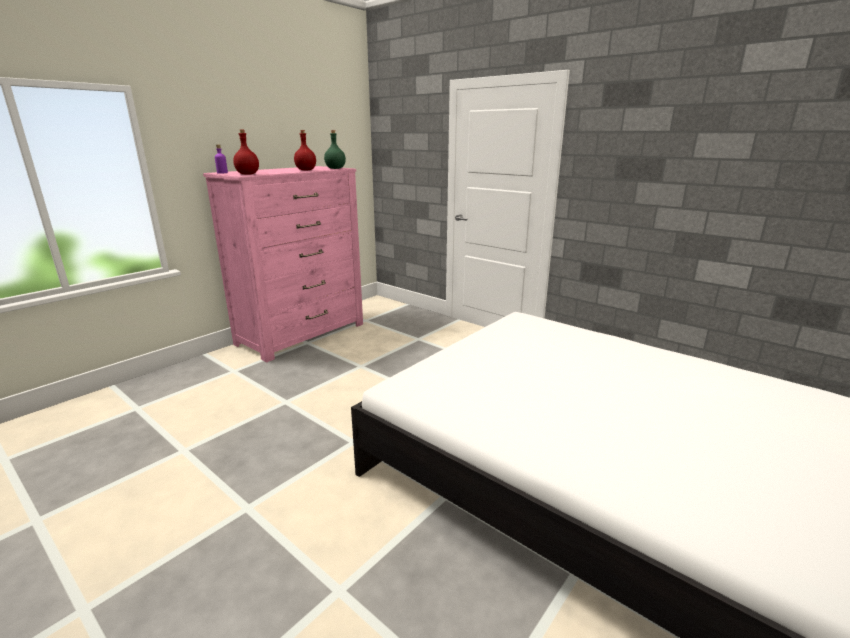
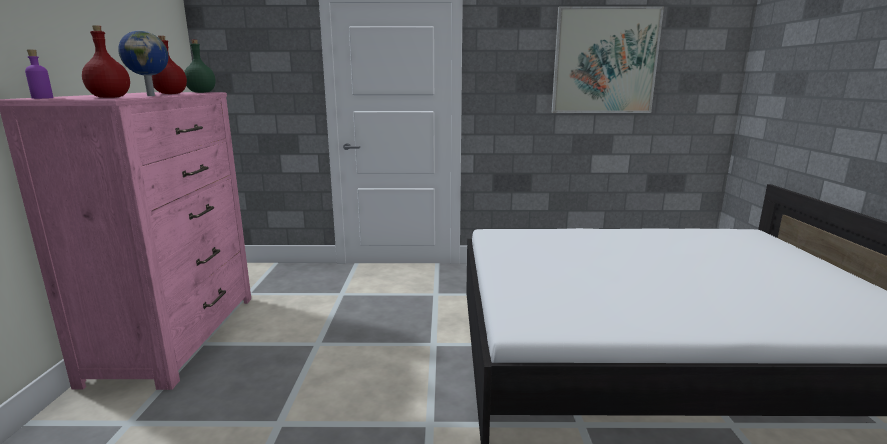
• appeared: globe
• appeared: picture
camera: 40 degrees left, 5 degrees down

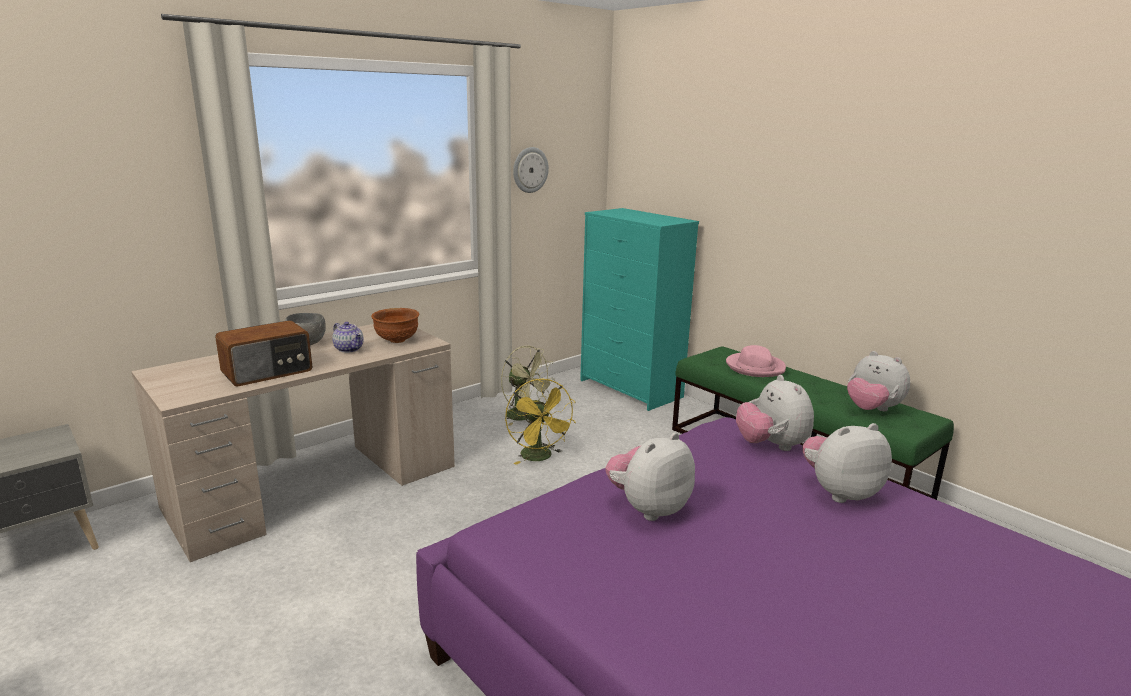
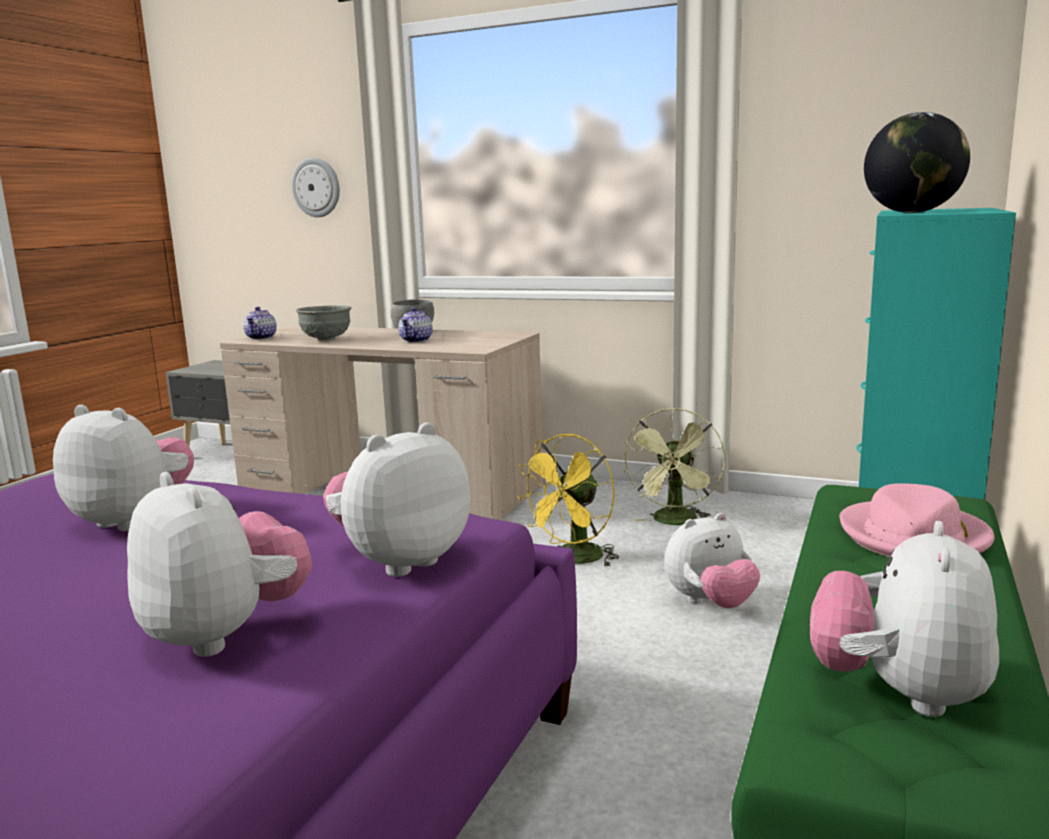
• exchanged: radio to bowl in grey (no. 1 from left)
• missing: bowl in brown
• relocated: wall clock
• appeared: teapot (no. 1 from left)
• appeared: plush toy (no. 4 from left)
• appeared: globe
camera: 65 degrees right, 5 degrees down

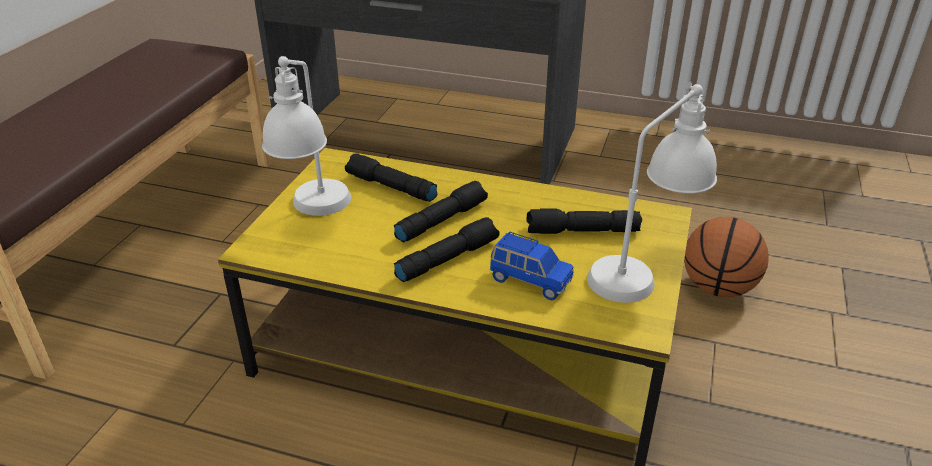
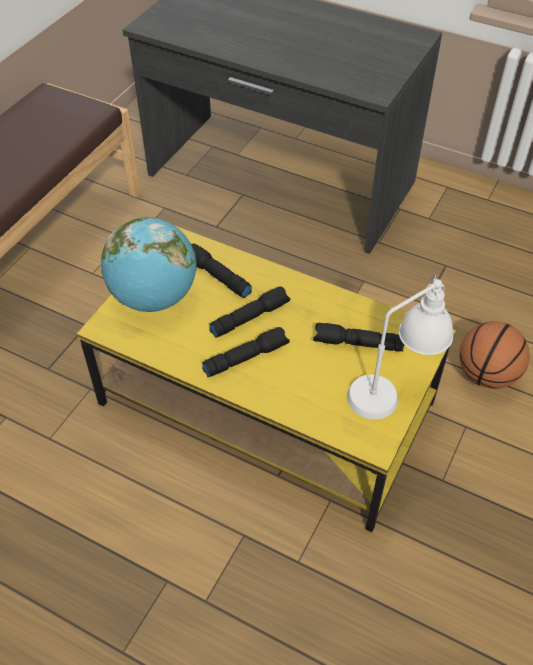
• exchanged: table lamp in white (no. 1 from left) to globe
• missing: toy car in blue
camera: 10 degrees right, 15 degrees up

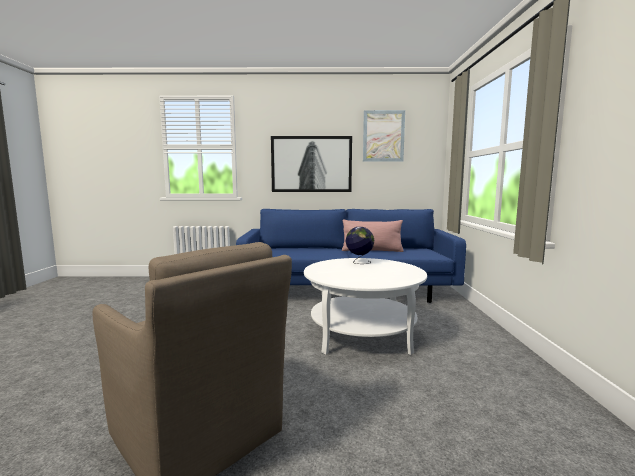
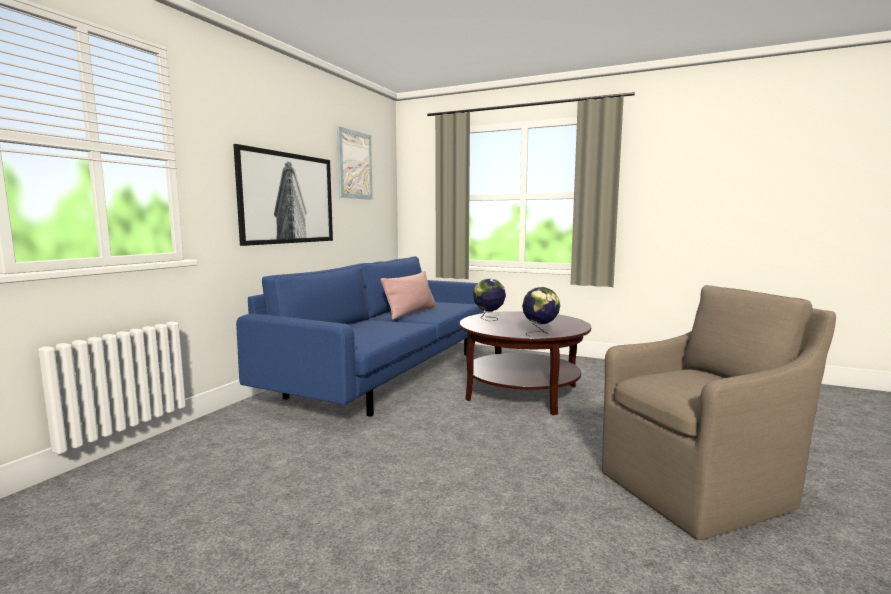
• colour: coffee table in white to coffee table in brown
• appeared: globe (no. 2 from left)
camera: 65 degrees left, 0 degrees up

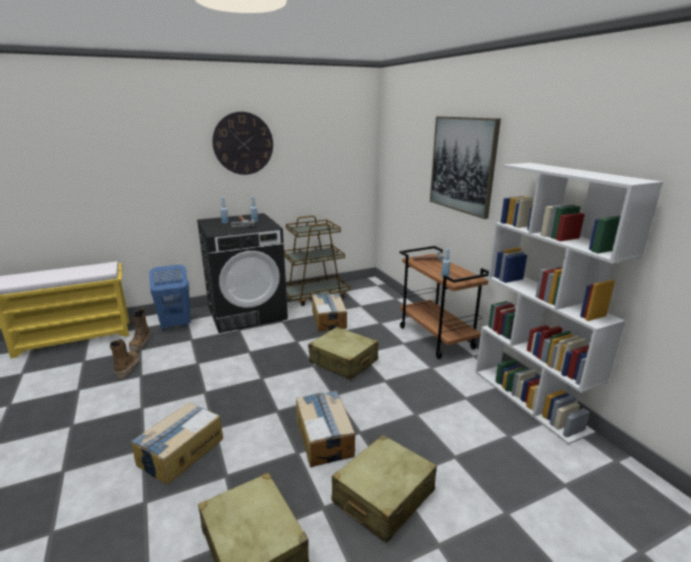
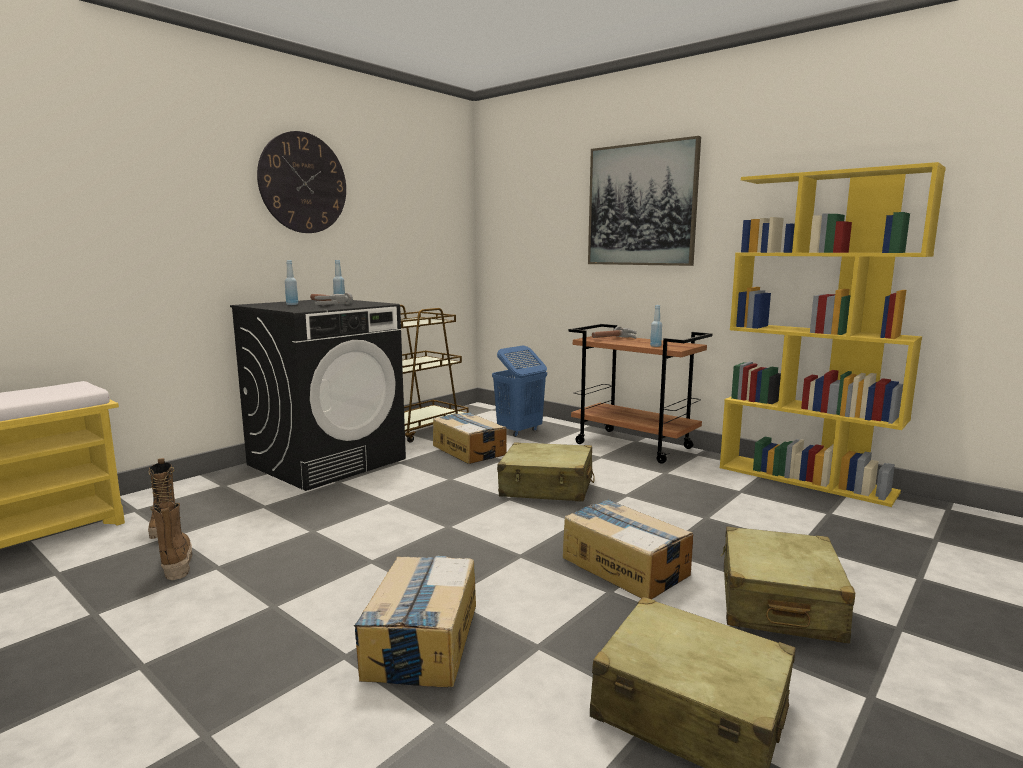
• relocated: laundry basket in blue
• colour: bookcase in white to bookcase in yellow
camera: 25 degrees left, 10 degrees down

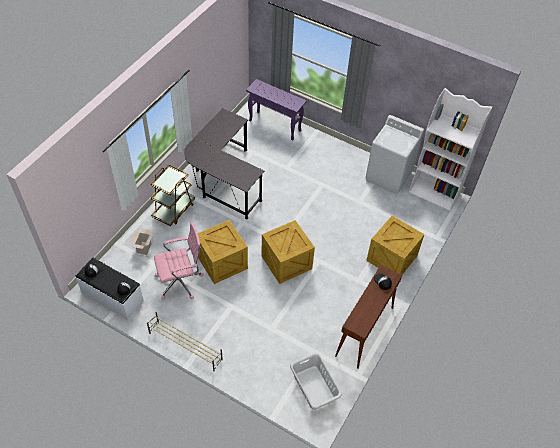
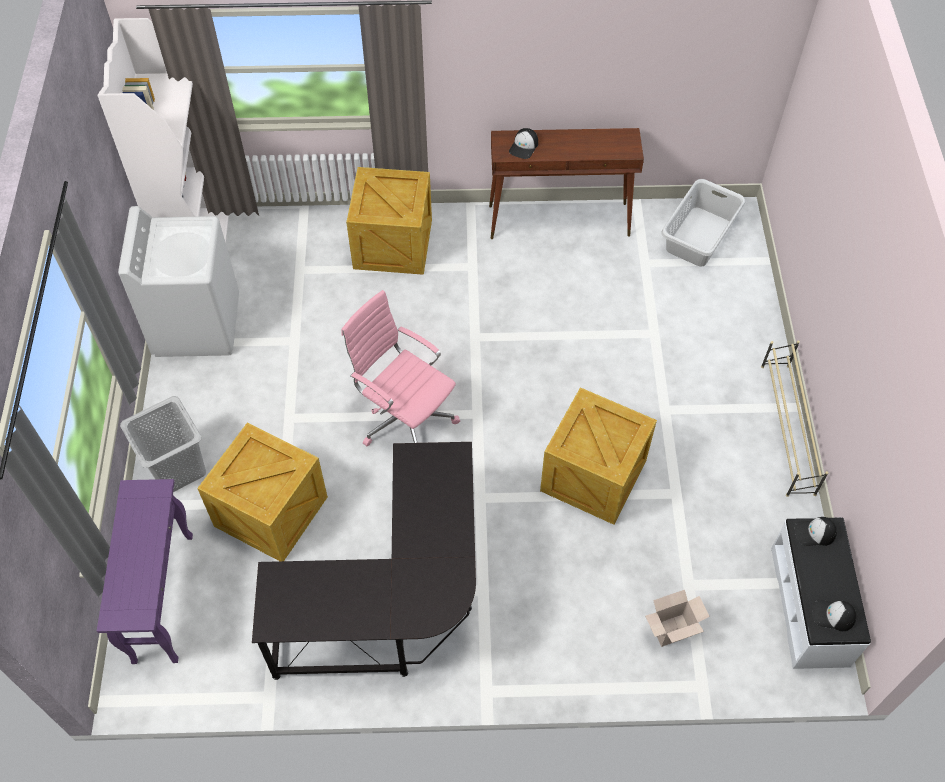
• missing: cart in brown
• relocated: office chair in pink
• relocated: crate (no. 2 from left in the first image) to crate (no. 1 from left)
• appeared: laundry basket in grey (no. 1 from left)
camera: 120 degrees left, 5 degrees up

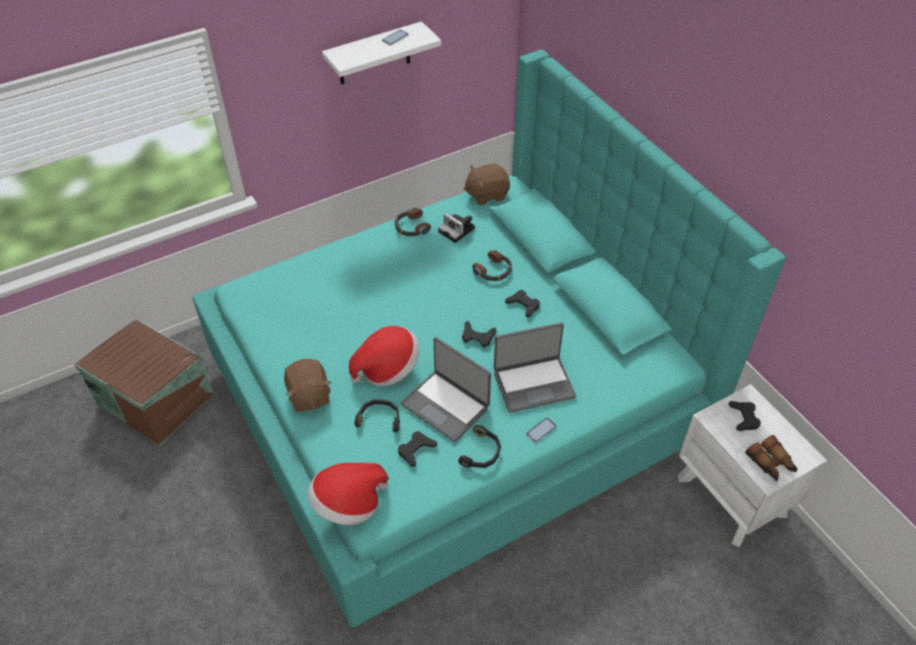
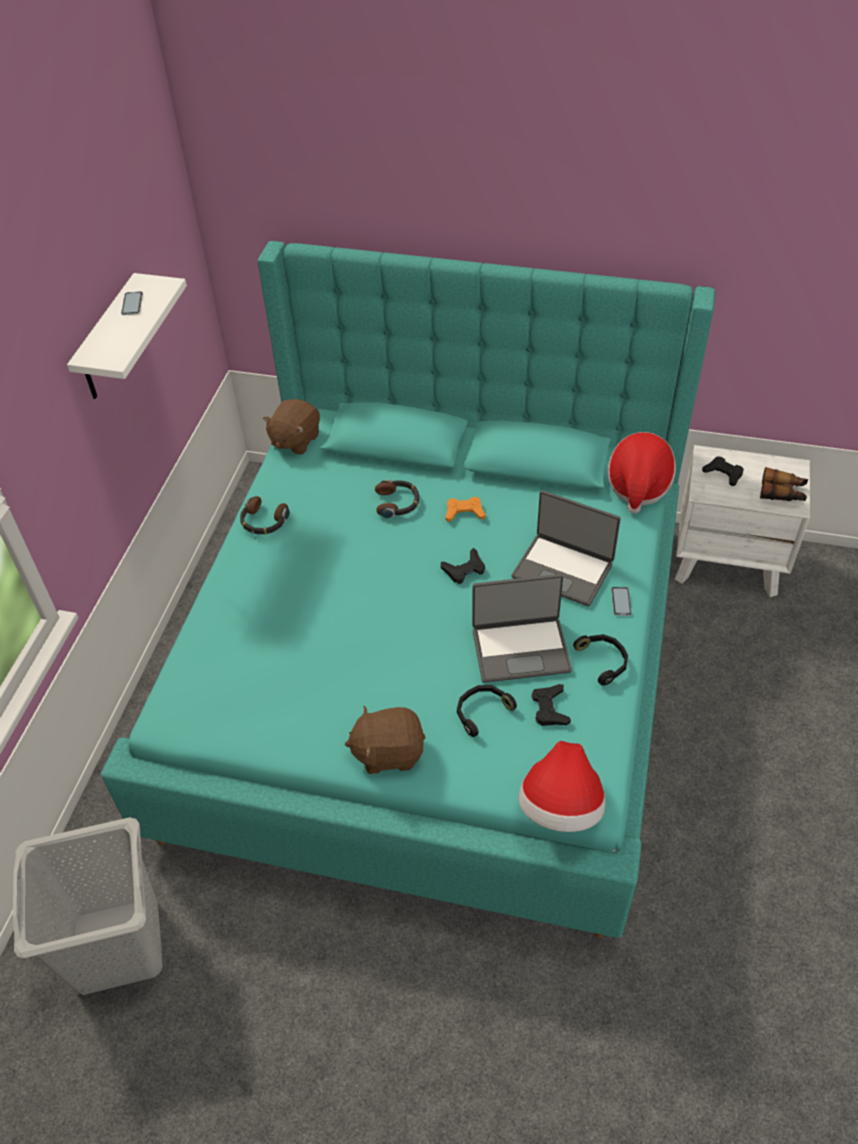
• exchanged: storage box in brown to laundry basket in grey
• spun: plush toy in brown (no. 1 from left in the first image) 150 degrees clockwise
• relocated: hat (no. 2 from left)
• missing: photo camera
• spun: laptop (no. 2 from left) 90 degrees clockwise
• colour: game controller in black (no. 3 from left) to game controller in orange
camera: 45 degrees left, 0 degrees up

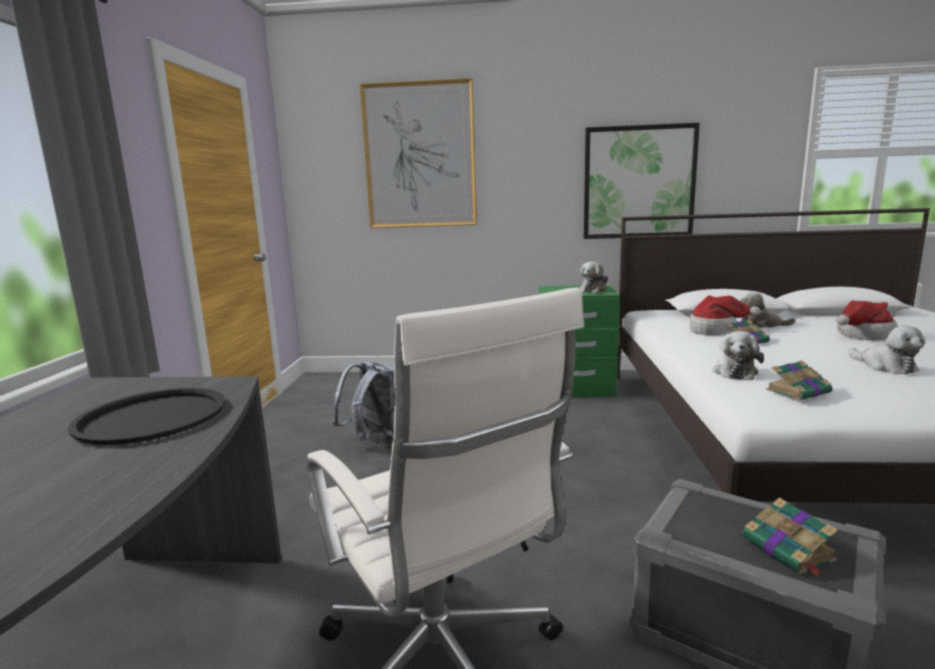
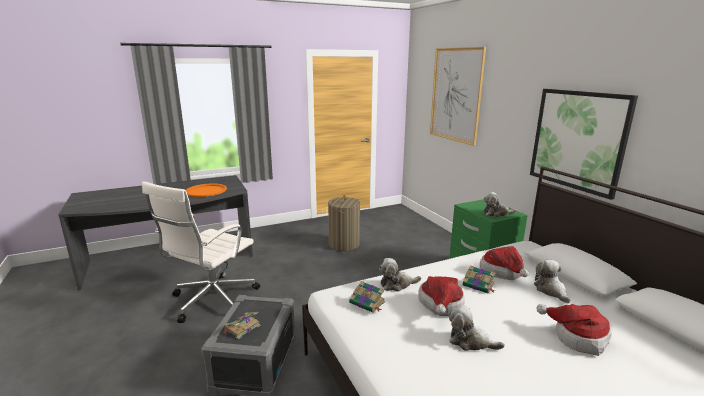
• colour: tray in black to tray in orange
• exchanged: backpack in grey to laundry basket
• spun: plush toy (no. 4 from left in the first image) 75 degrees clockwise
• appeared: hat (no. 1 from left)
camera: 60 degrees right, 5 degrees up

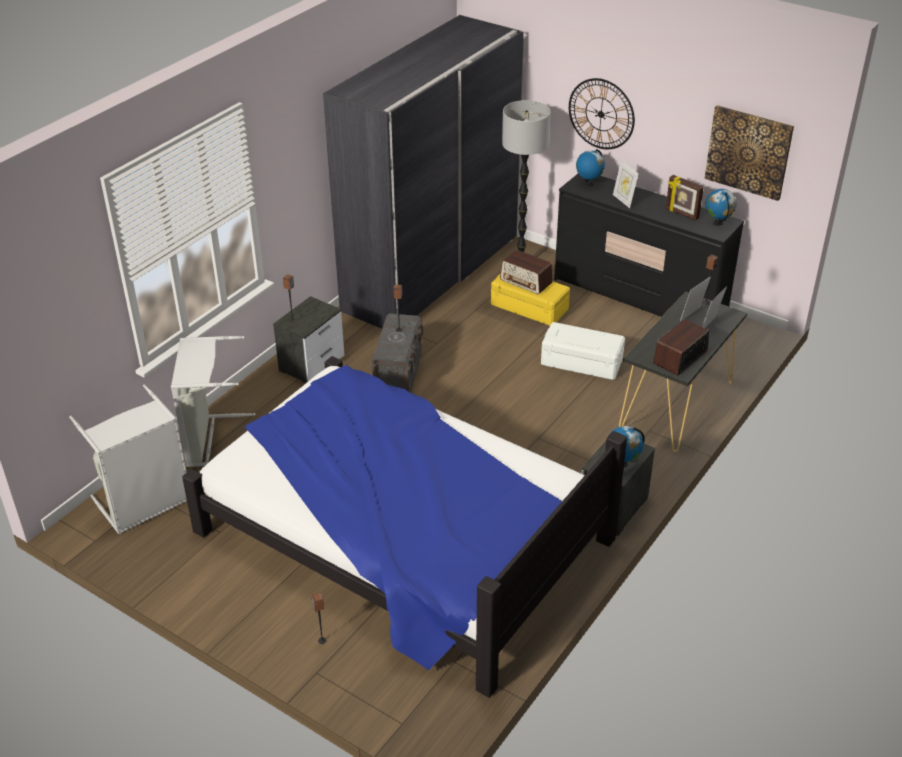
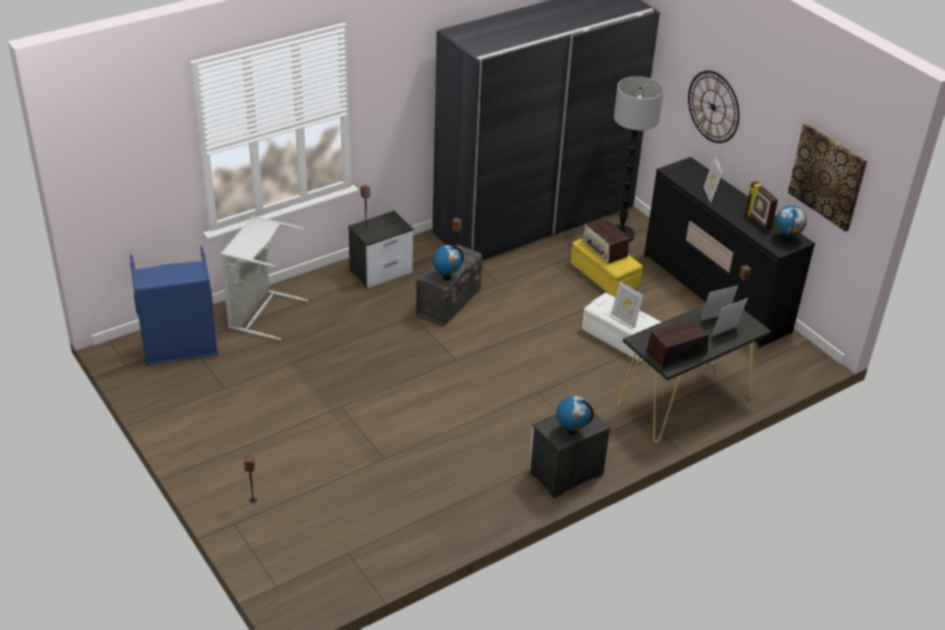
• colour: laundry basket in grey (no. 1 from left) to laundry basket in blue
• missing: bed
• relocated: globe (no. 1 from left)
• appeared: picture frame (no. 1 from left)
camera: 20 degrees right, 0 degrees up

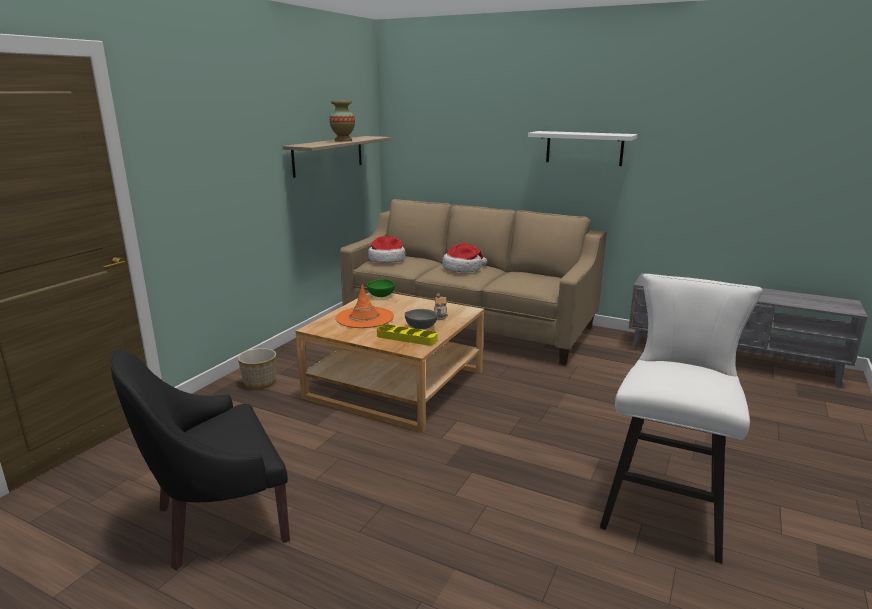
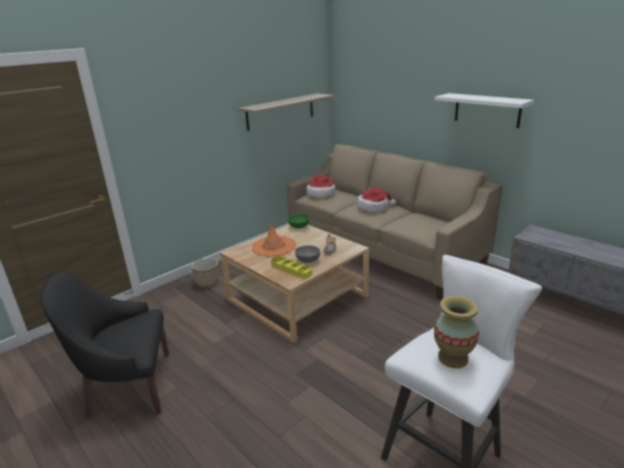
• relocated: vase
camera: 20 degrees right, 5 degrees up

